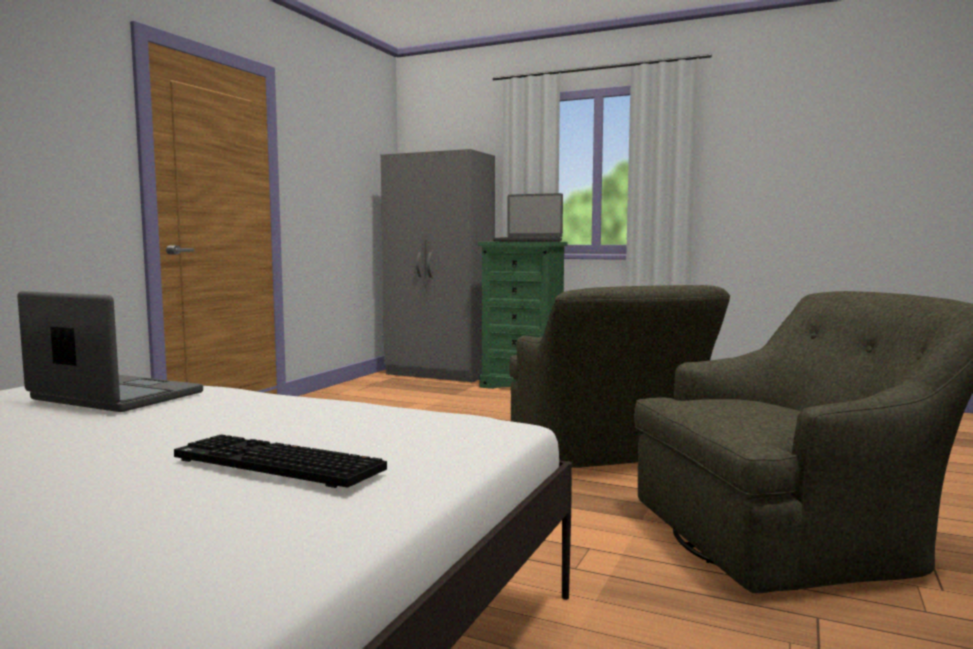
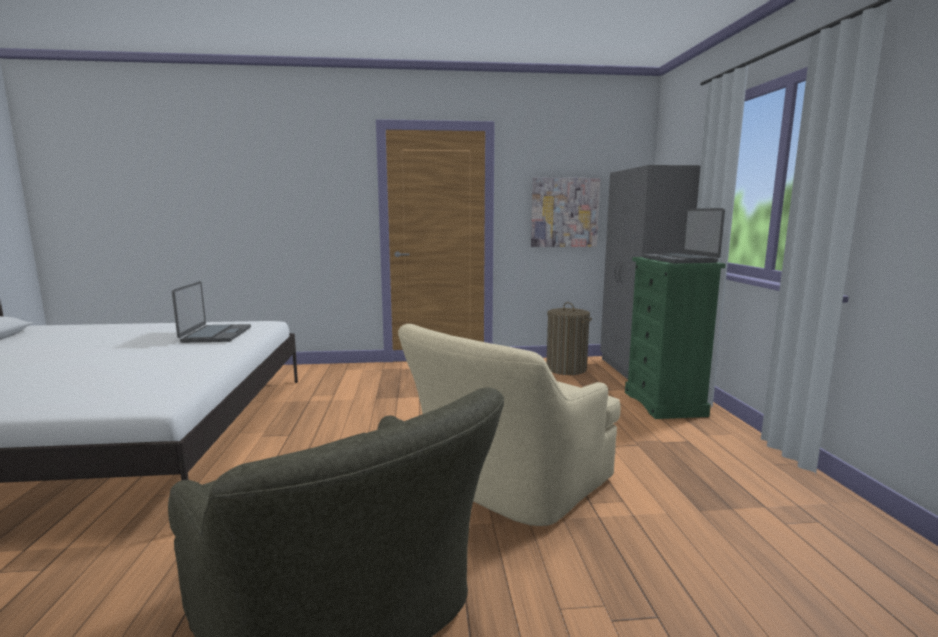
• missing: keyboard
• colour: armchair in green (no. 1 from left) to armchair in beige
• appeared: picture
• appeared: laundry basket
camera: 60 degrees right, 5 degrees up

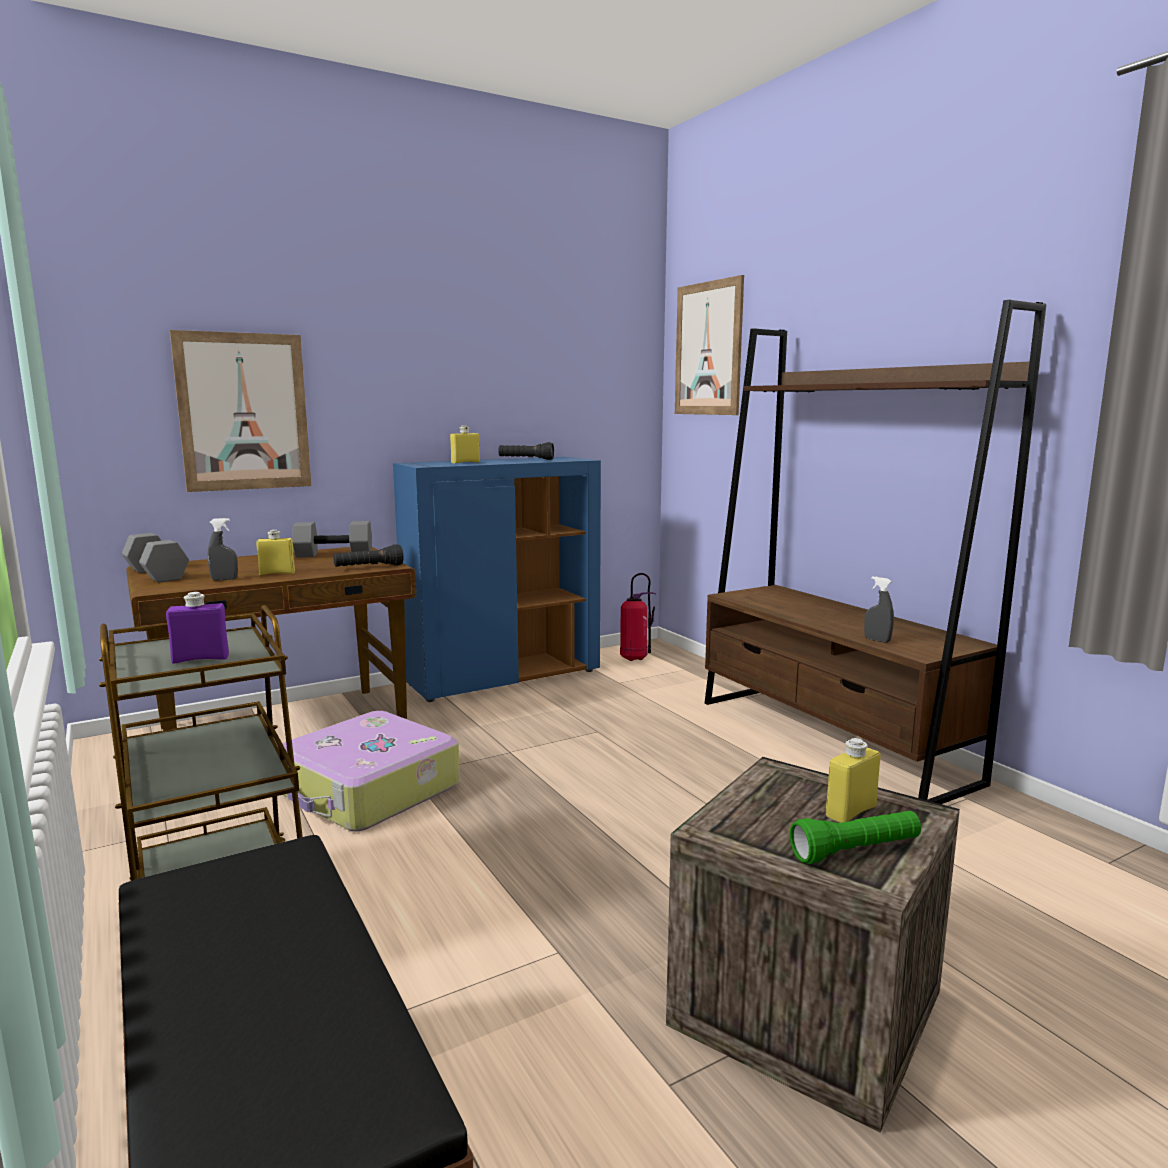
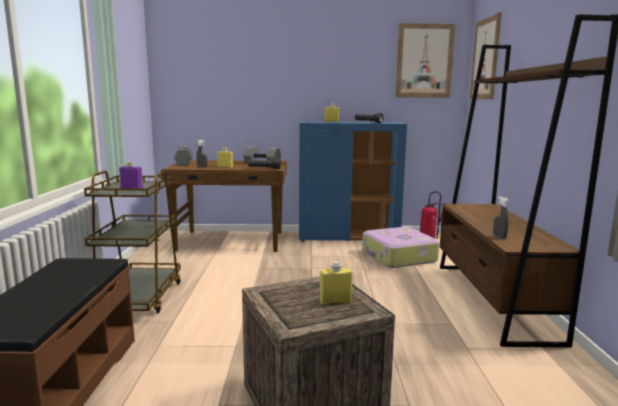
• relocated: picture (no. 1 from left)
• relocated: suitcase
• missing: flashlight in green
camera: 30 degrees right, 0 degrees up

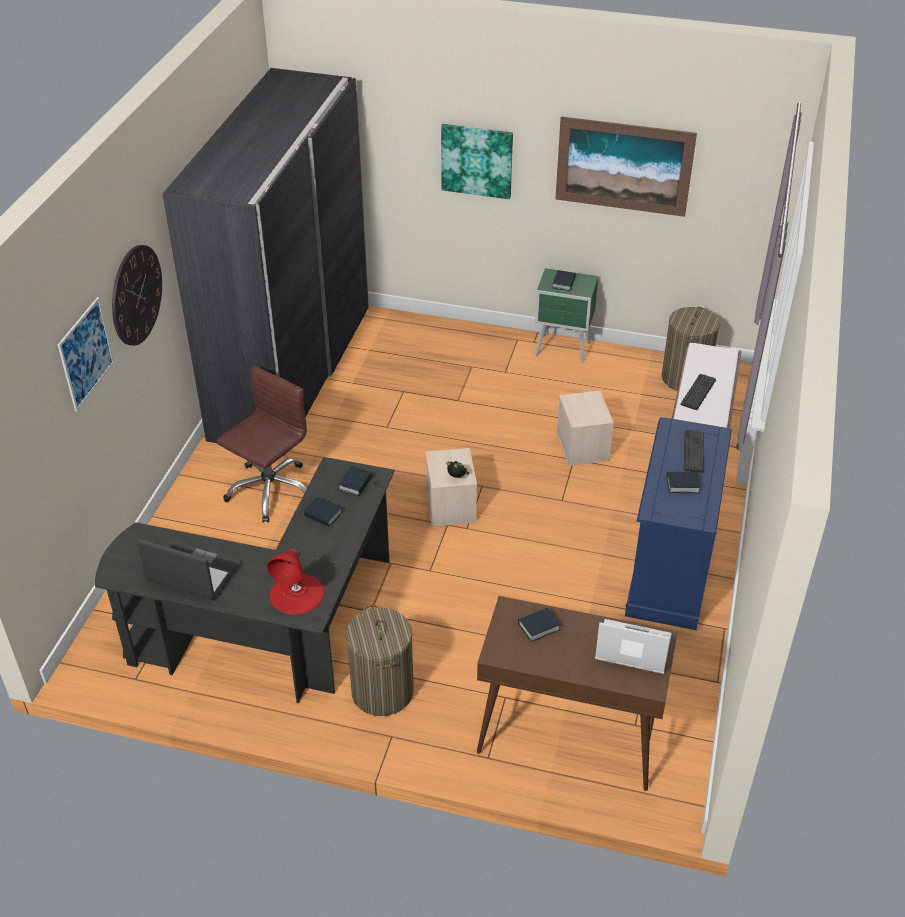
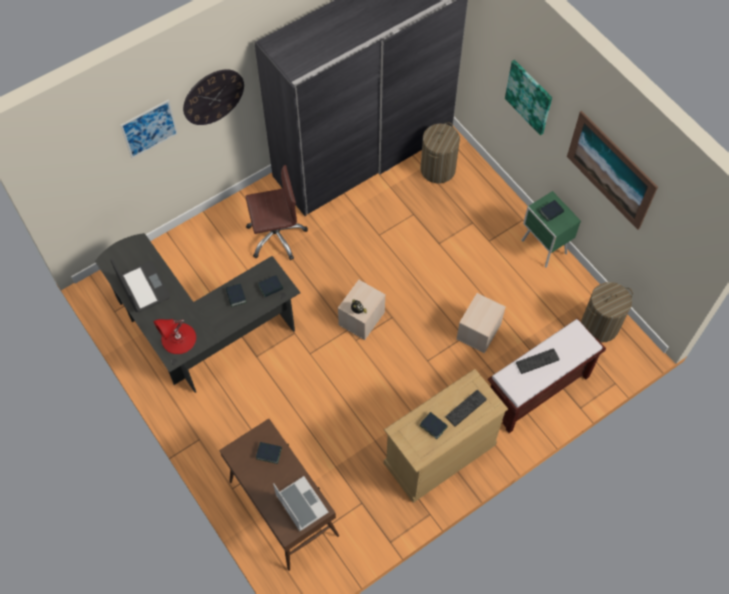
• relocated: laundry basket (no. 1 from left)
• colour: dresser in blue to dresser in beige
camera: 40 degrees right, 20 degrees up

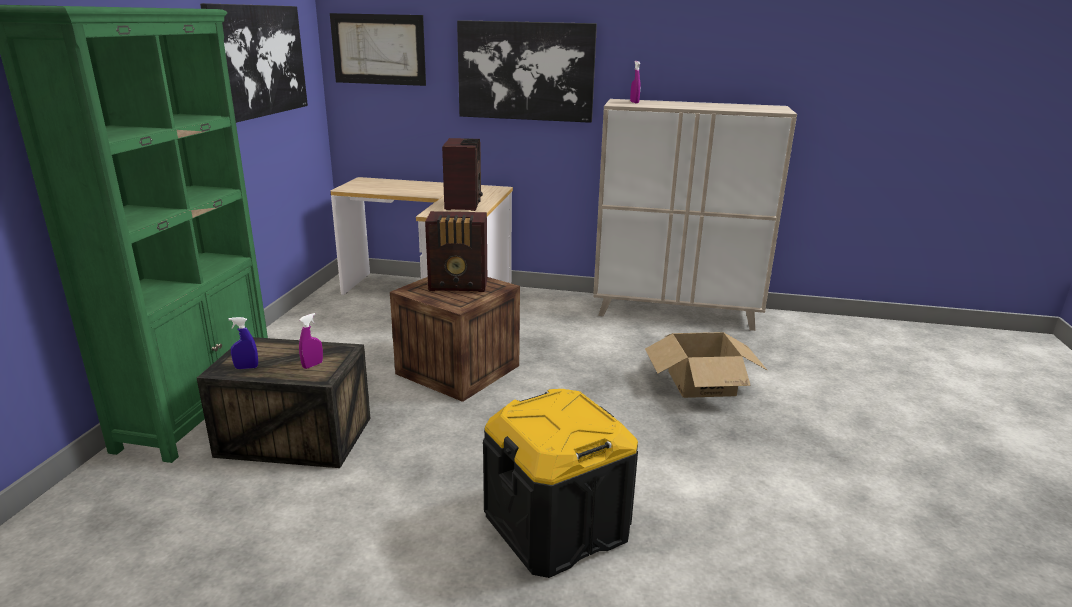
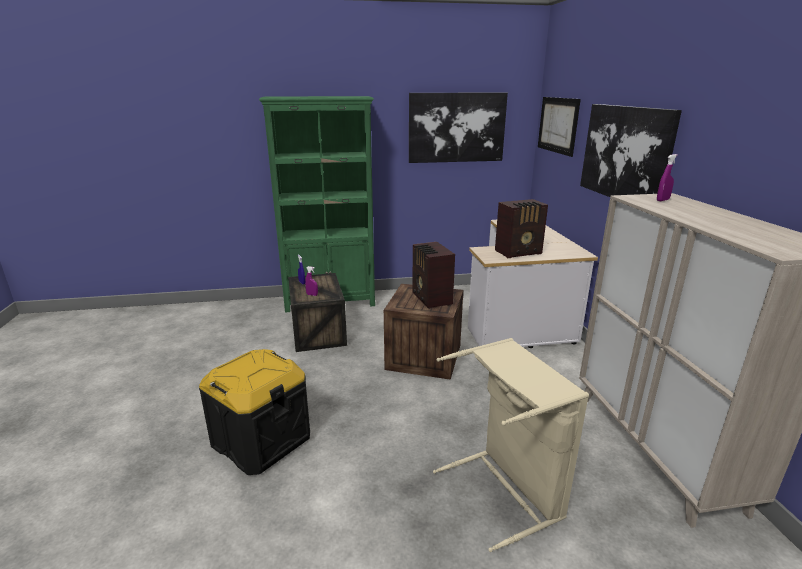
• exchanged: cardboard box to laundry basket in beige
camera: 70 degrees right, 0 degrees up

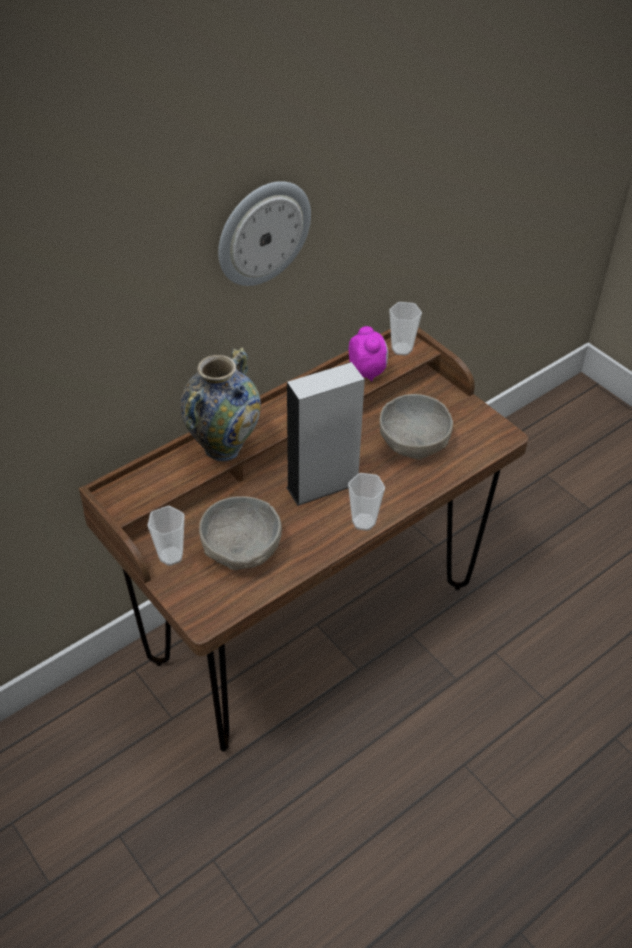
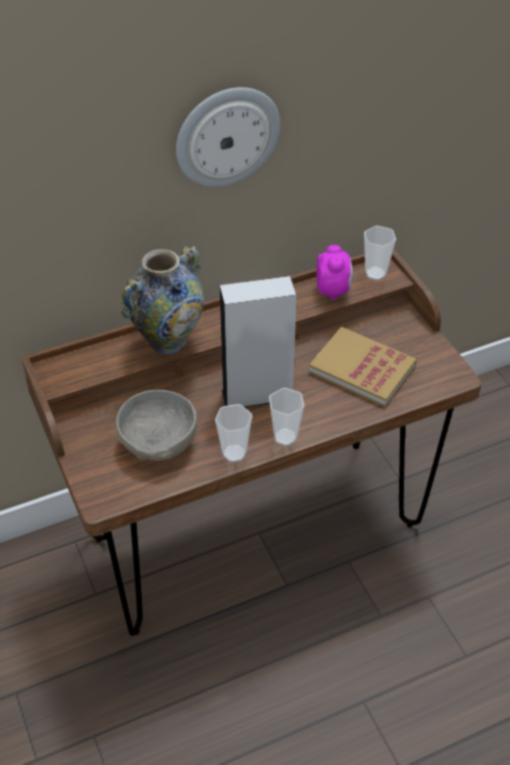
• relocated: cup (no. 1 from left)
• exchanged: bowl in grey (no. 2 from left) to book
camera: 15 degrees right, 0 degrees up

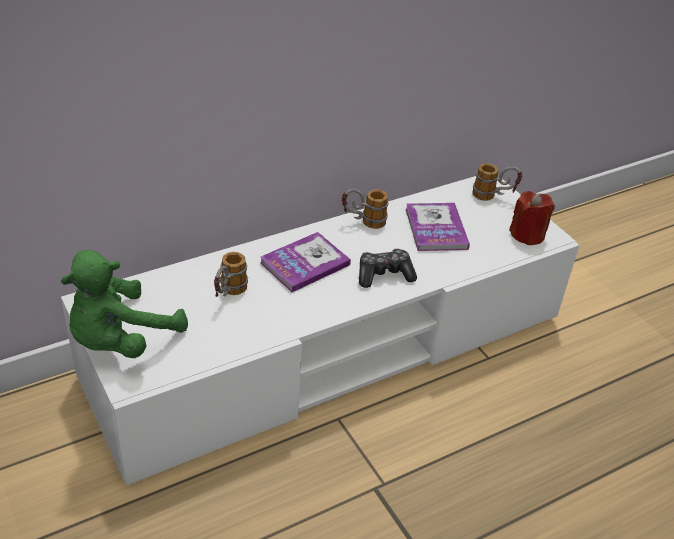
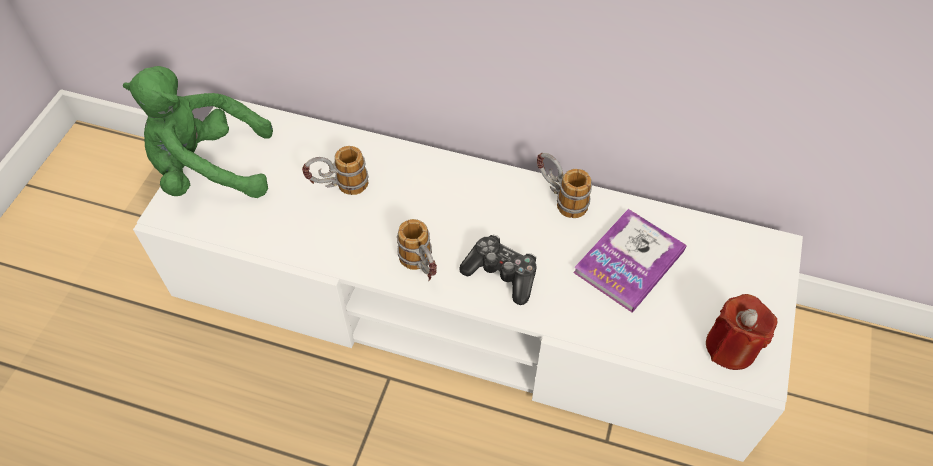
• missing: book (no. 1 from left)
• relocated: mug (no. 3 from left in the first image) to mug (no. 2 from left)
camera: 50 degrees right, 15 degrees up

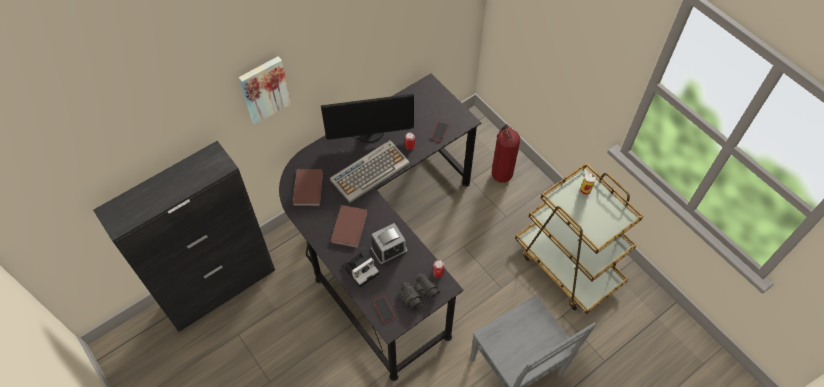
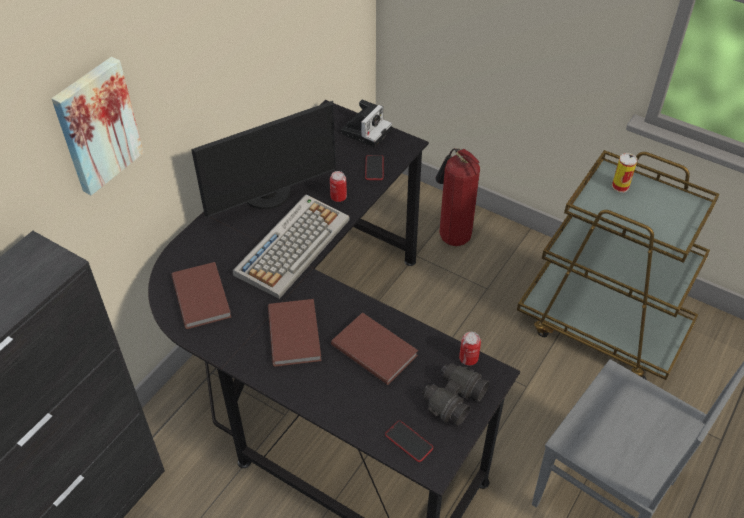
• relocated: photo camera
• exchanged: alarm clock to book in brown (no. 3 from left)
camera: 20 degrees left, 10 degrees down

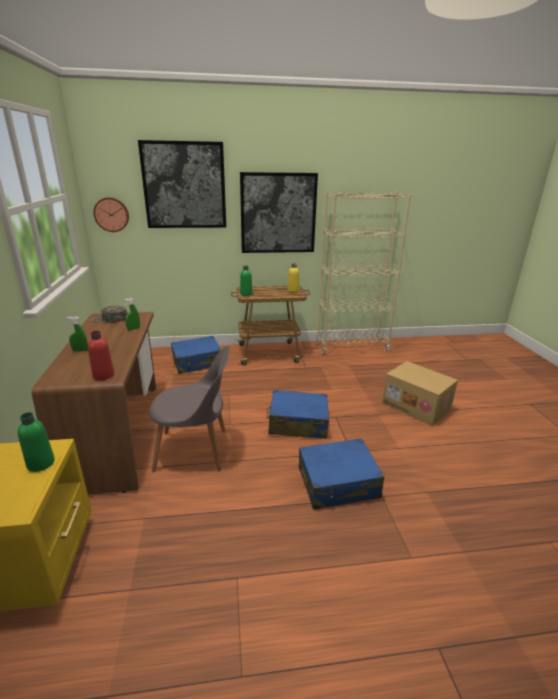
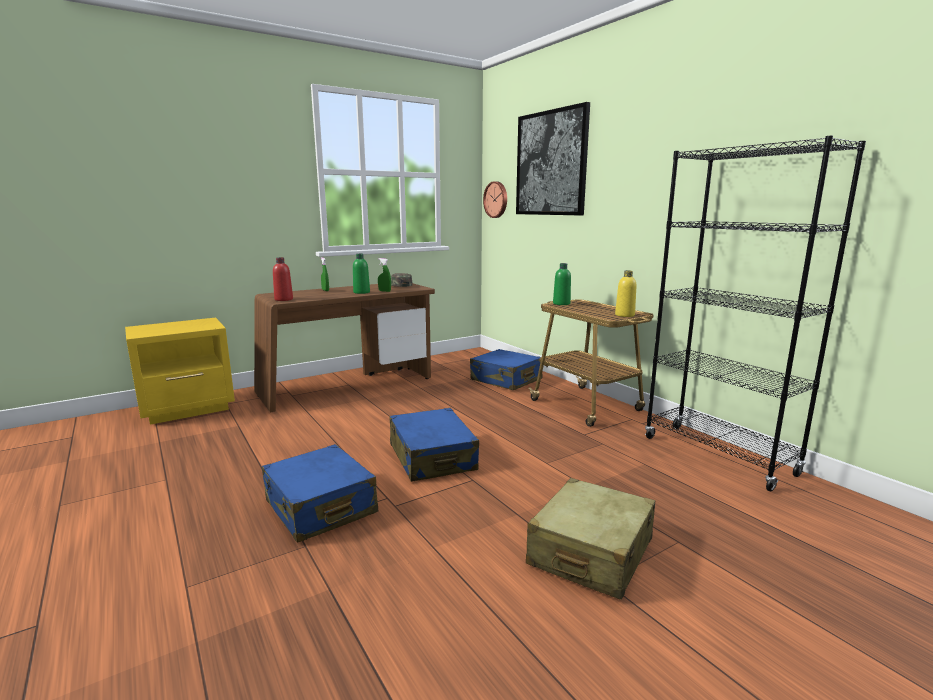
• relocated: bottle in green (no. 1 from left)
• missing: chair in grey
• missing: picture (no. 2 from left)
• colour: bookcase in beige to bookcase in black
• exchanged: cardboard box to suitcase in beige
camera: 65 degrees right, 10 degrees down

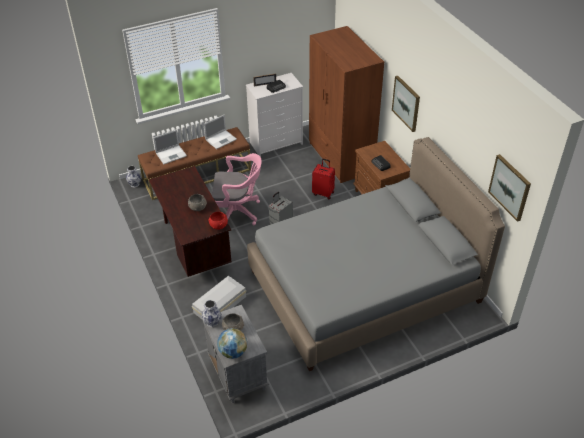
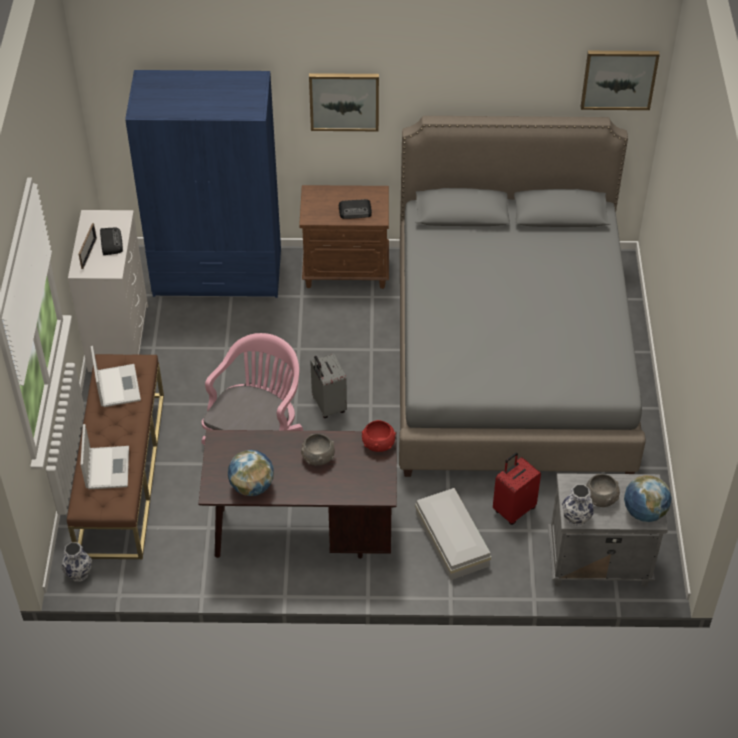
• colour: wardrobe in brown to wardrobe in blue
• relocated: suitcase in red
• appeared: globe (no. 1 from left)
camera: 65 degrees left, 5 degrees up

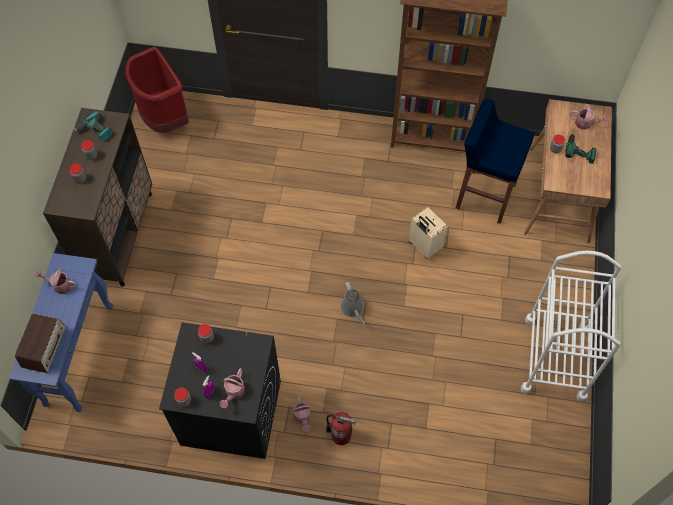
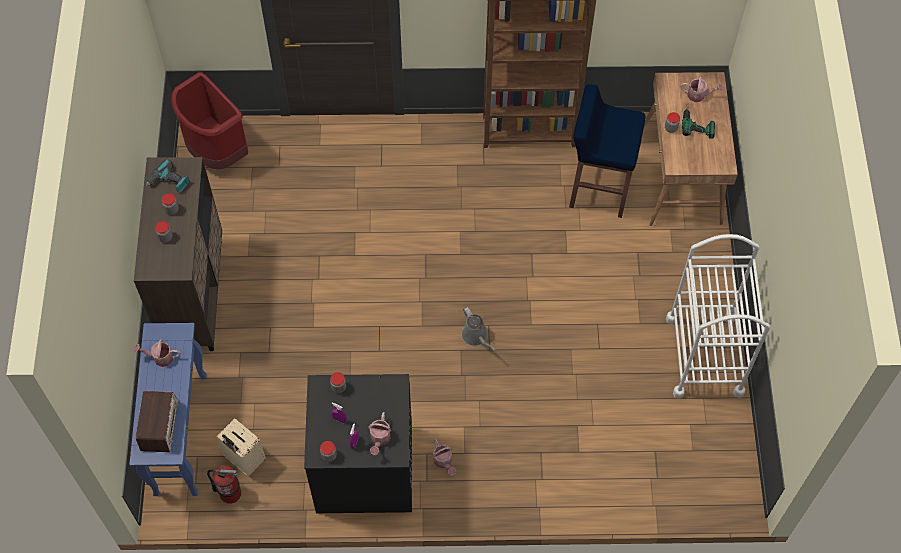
• relocated: fire extinguisher
• relocated: suitcase in beige
camera: 10 degrees left, 0 degrees up

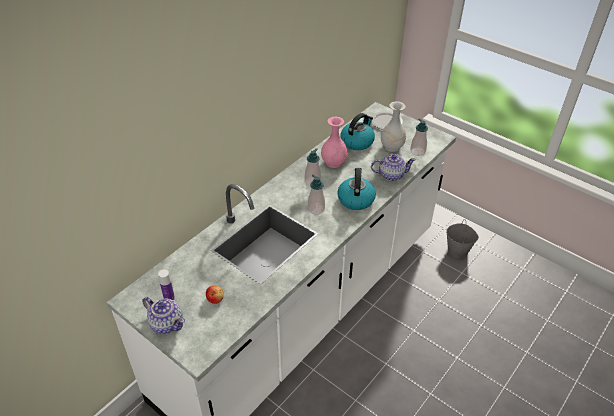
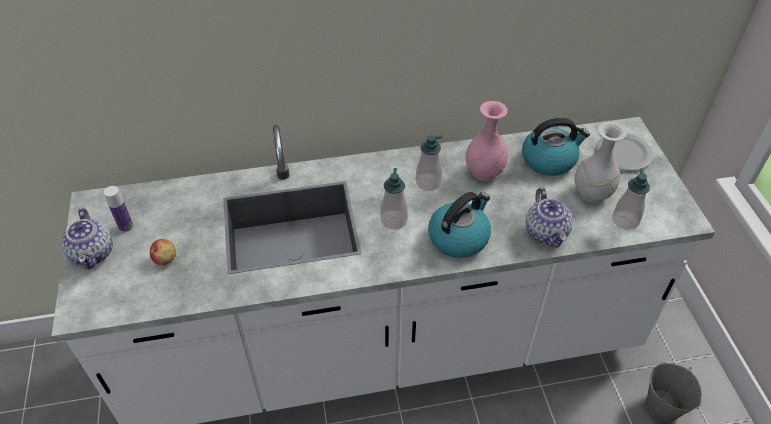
• spun: teapot (no. 2 from left) 45 degrees clockwise
camera: 40 degrees right, 5 degrees up

